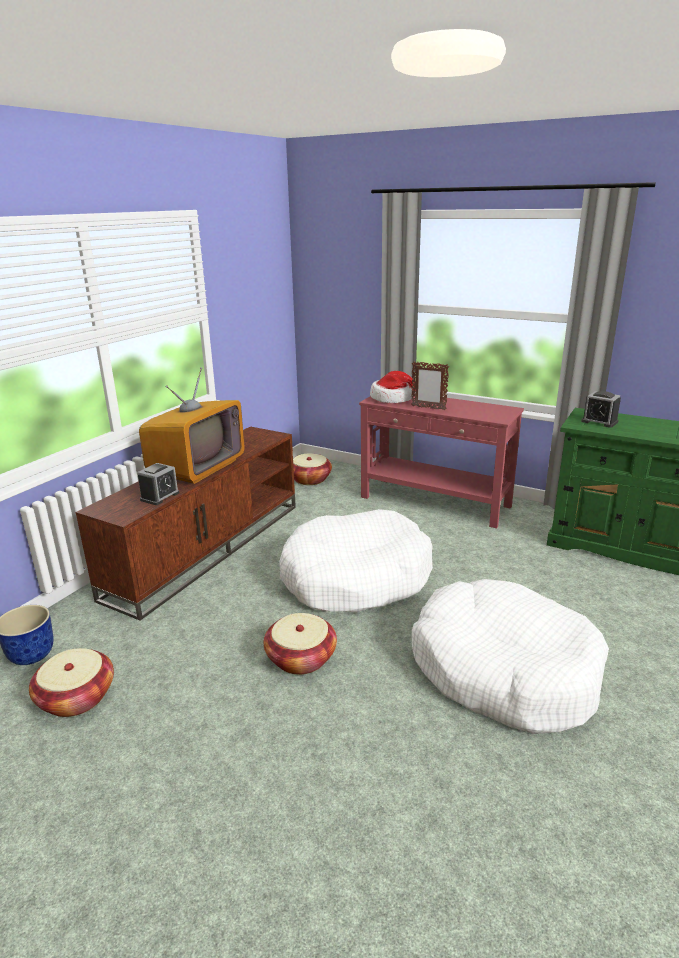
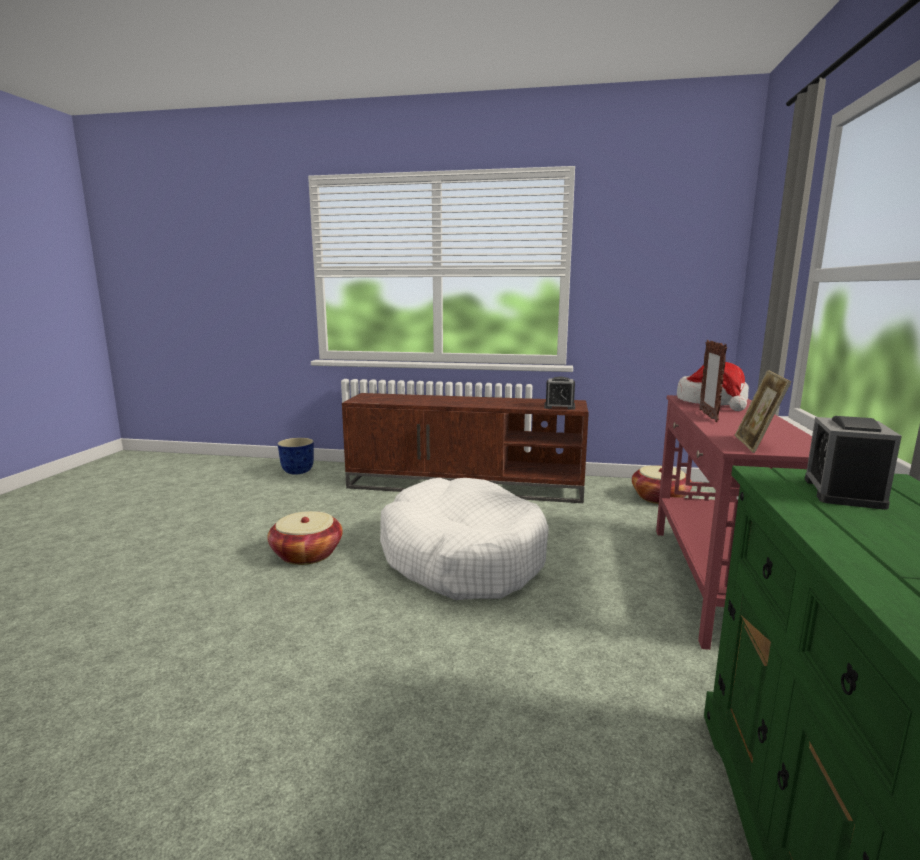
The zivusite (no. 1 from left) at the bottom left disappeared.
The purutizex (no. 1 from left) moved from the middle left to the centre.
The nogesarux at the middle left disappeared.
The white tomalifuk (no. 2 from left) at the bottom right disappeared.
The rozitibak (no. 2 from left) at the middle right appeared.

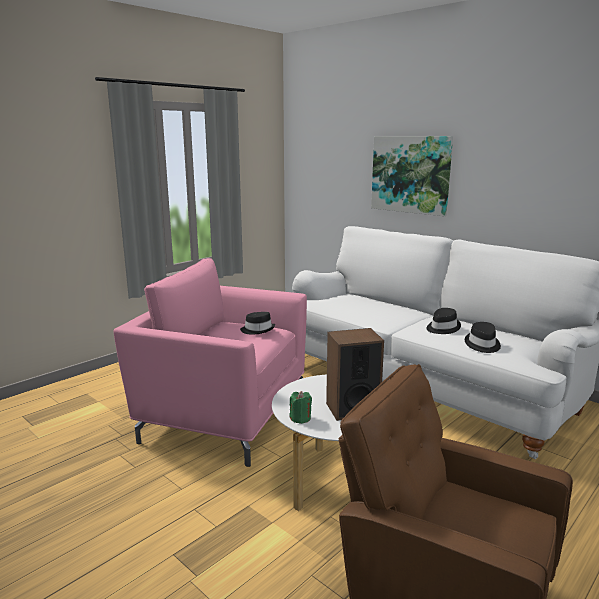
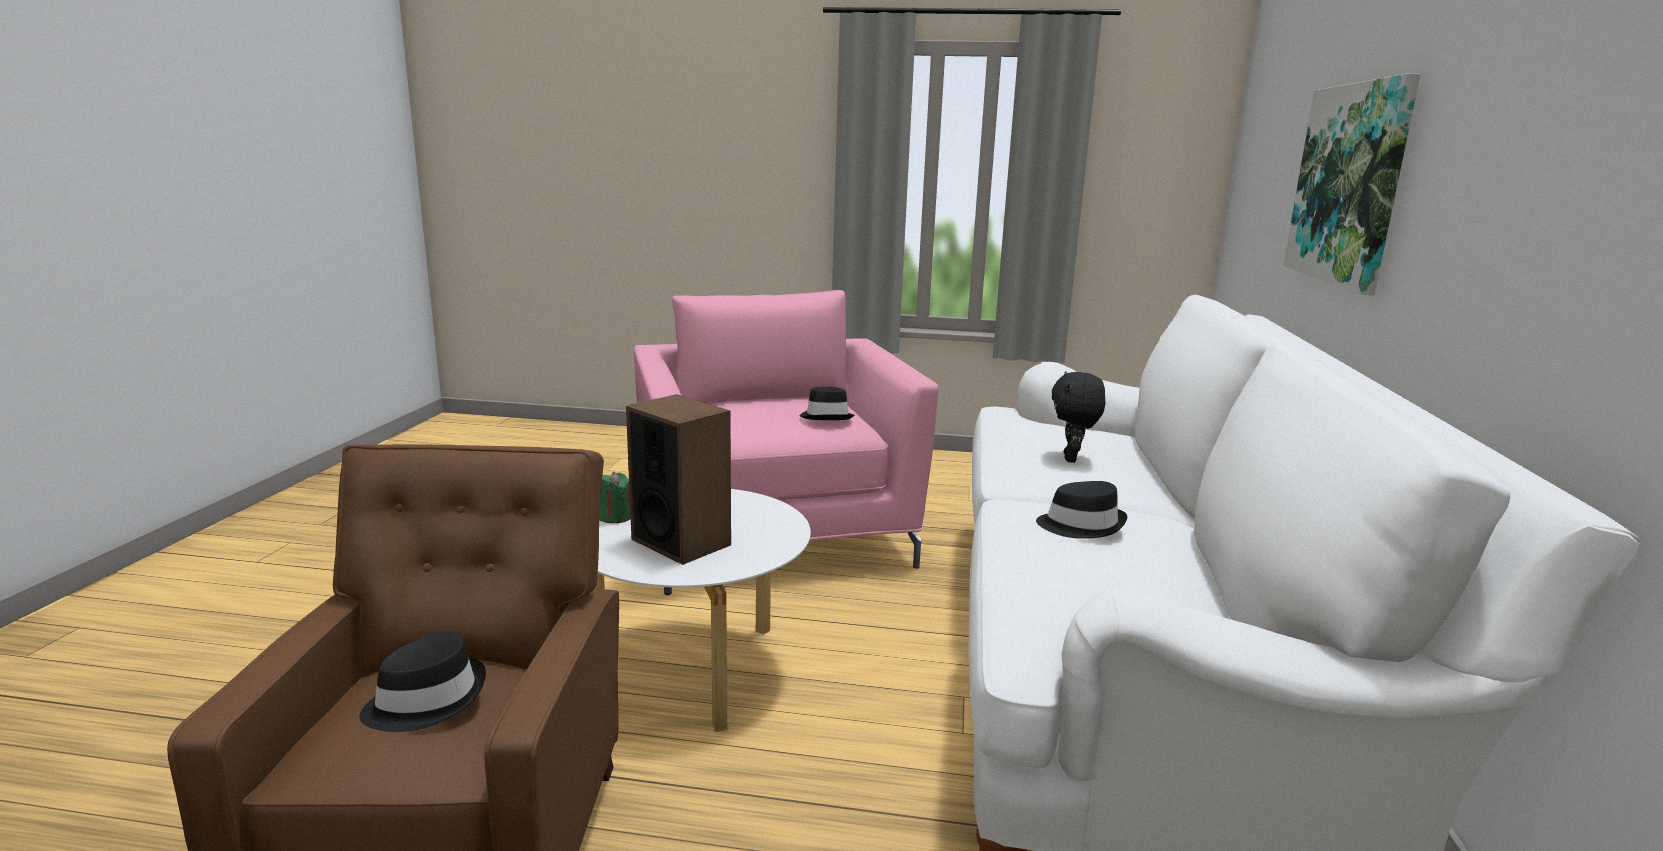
The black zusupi (no. 3 from left in the first image) moved from the middle right to the bottom left.
The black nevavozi at the centre appeared.

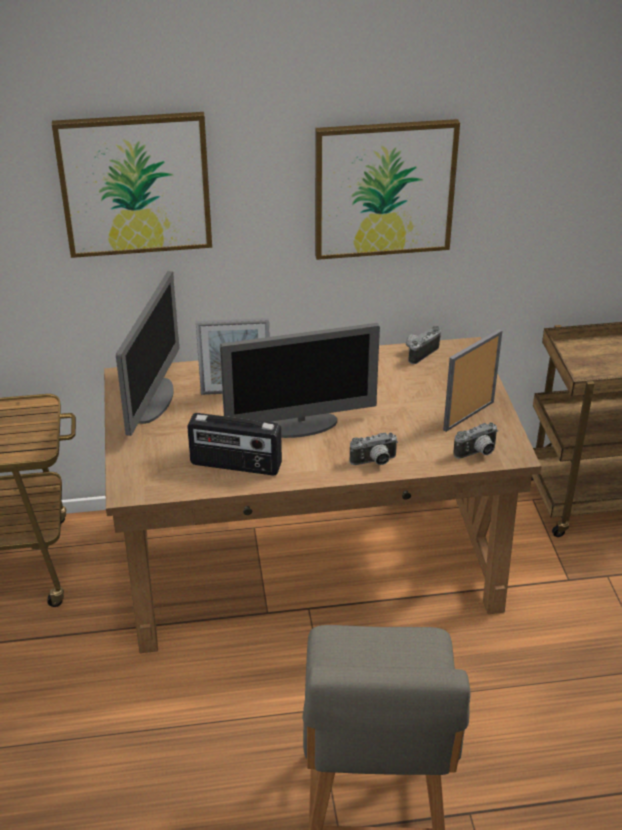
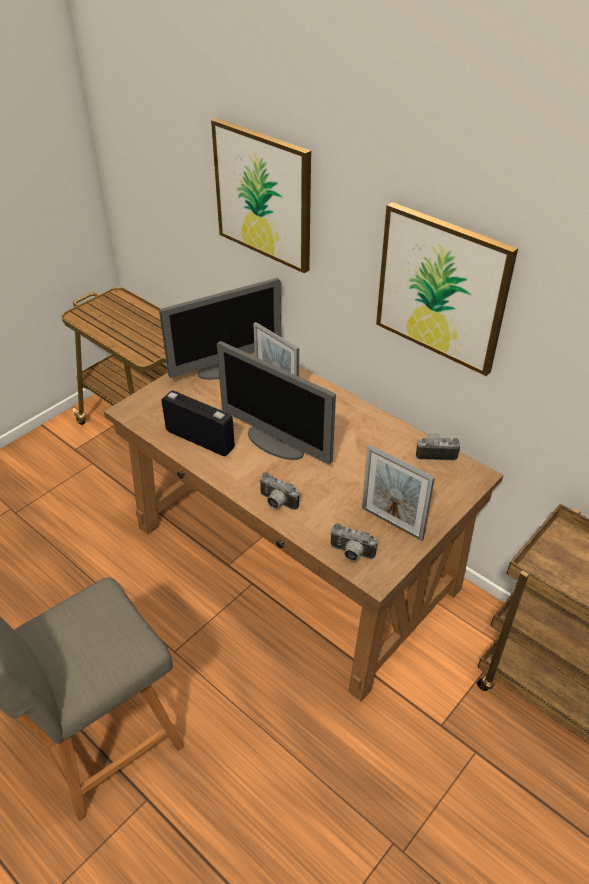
The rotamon at the centre turned 150 degrees clockwise.
The rozitibak (no. 2 from left) at the middle right turned 150 degrees counterclockwise.

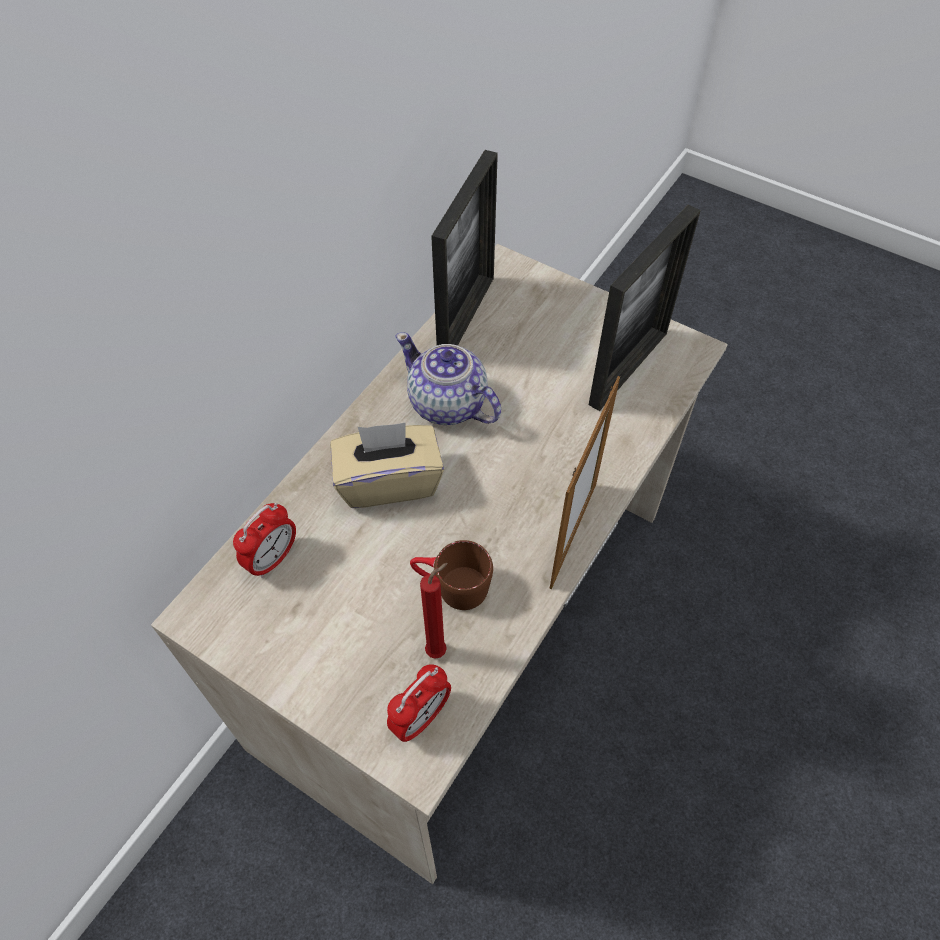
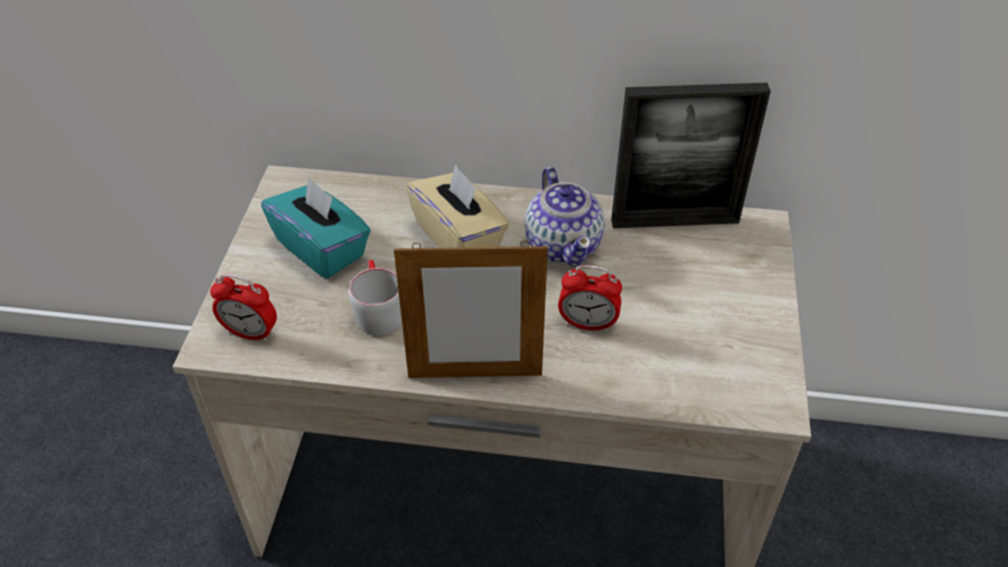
The purutizex (no. 1 from left in the first image) moved from the middle left to the centre.
The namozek at the centre turned 150 degrees clockwise.
The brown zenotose at the centre became the grey zenotose at the centre.
The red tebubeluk at the centre disappeared.
The rozitibak (no. 3 from left) at the top right disappeared.
The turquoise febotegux at the middle left appeared.

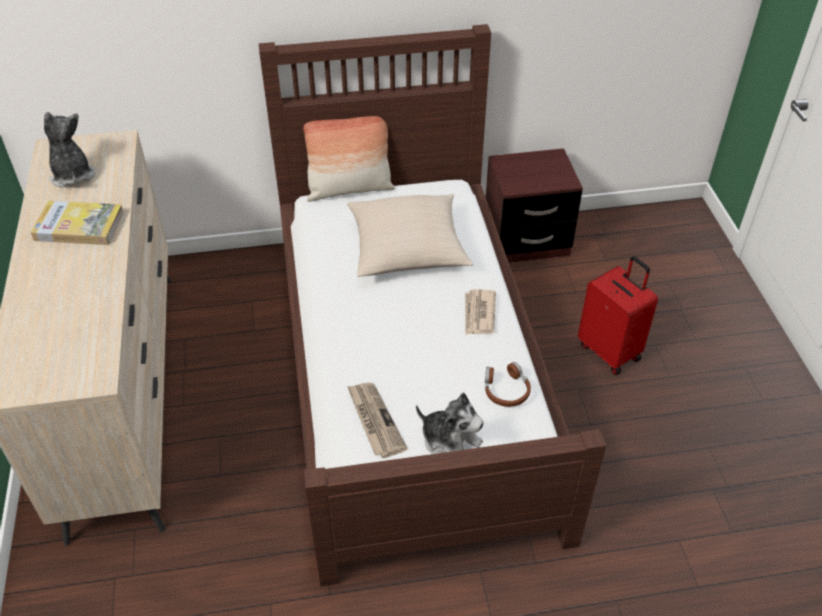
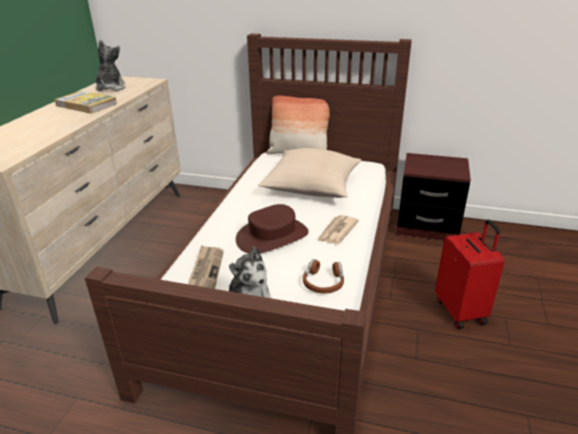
The brown zusupi at the centre appeared.

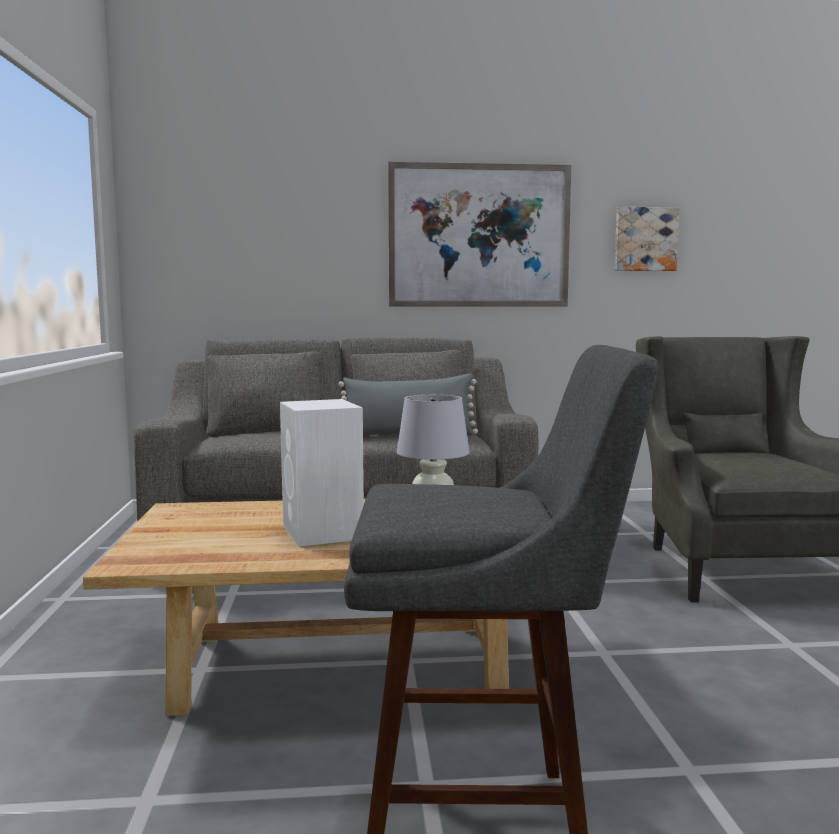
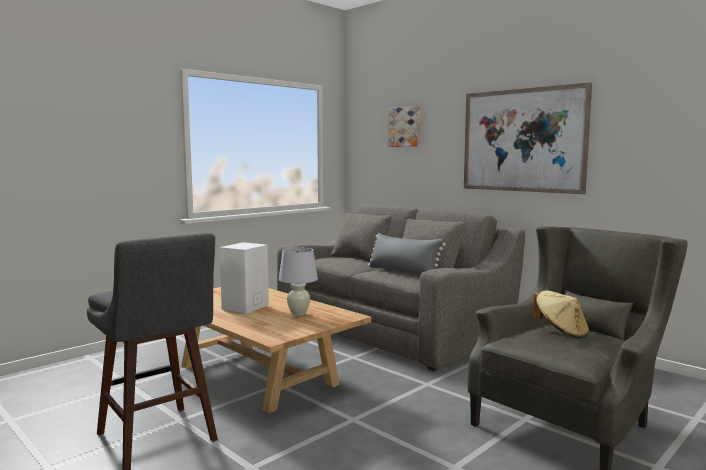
The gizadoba (no. 2 from left in the first image) moved from the top right to the top centre.
The beige zusupi at the bottom right appeared.

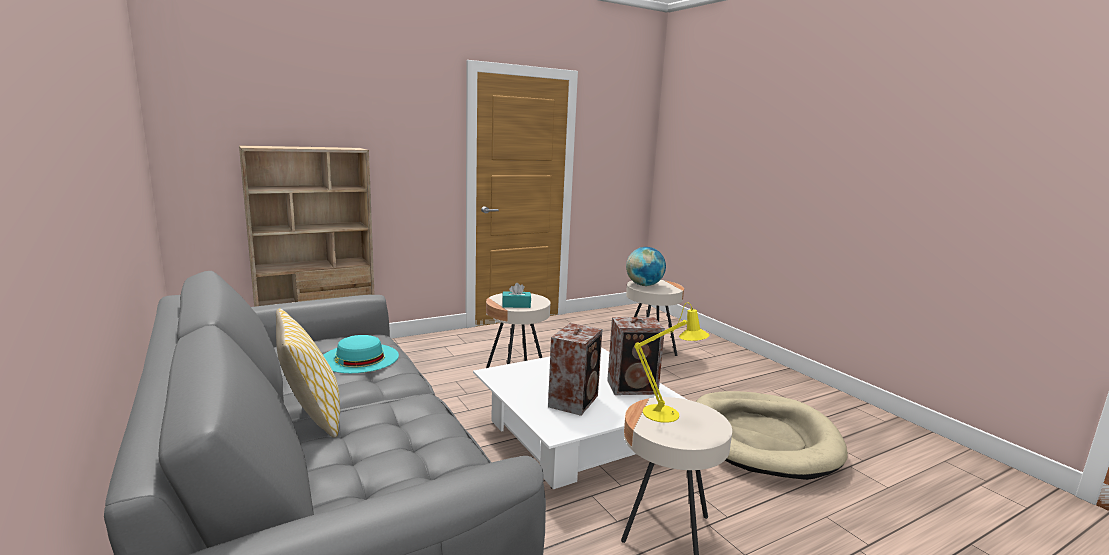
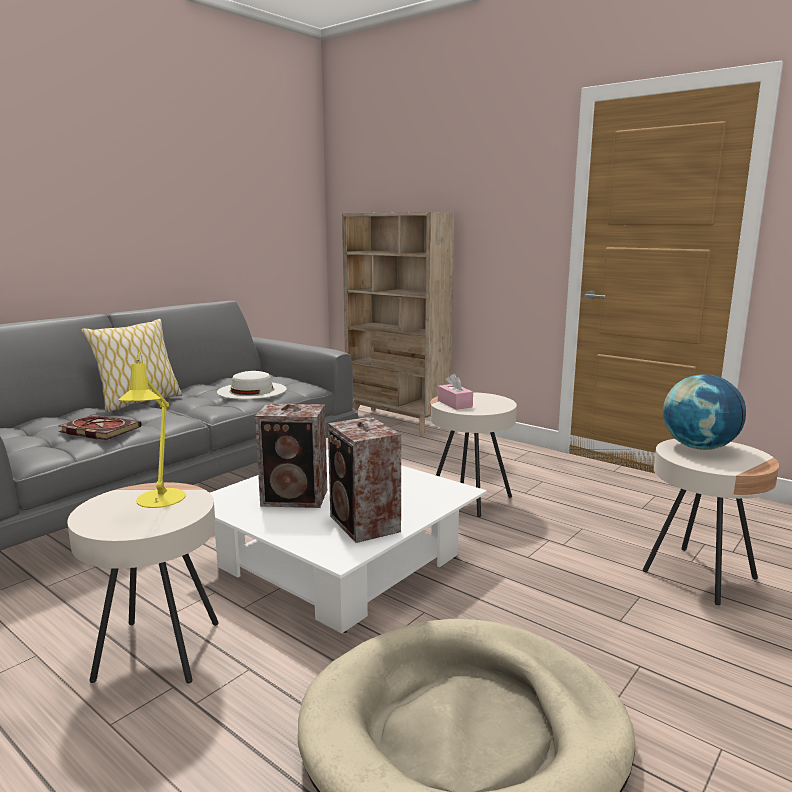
The turquoise zusupi at the middle left became the white zusupi at the middle left.
The turquoise febotegux at the centre became the pink febotegux at the centre.
The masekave at the middle left appeared.

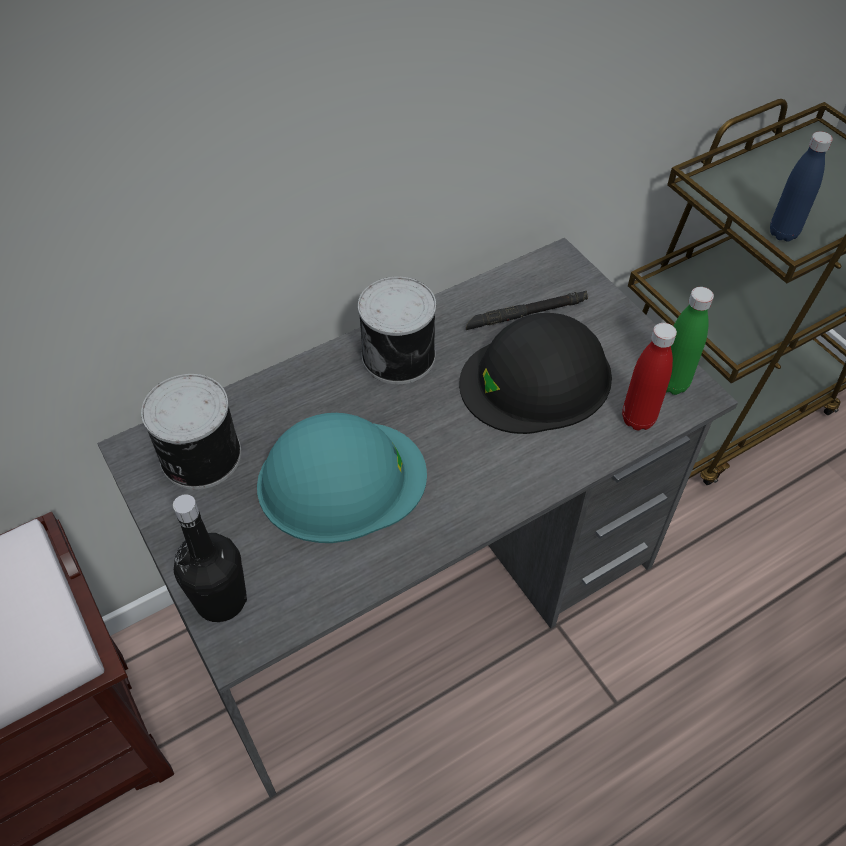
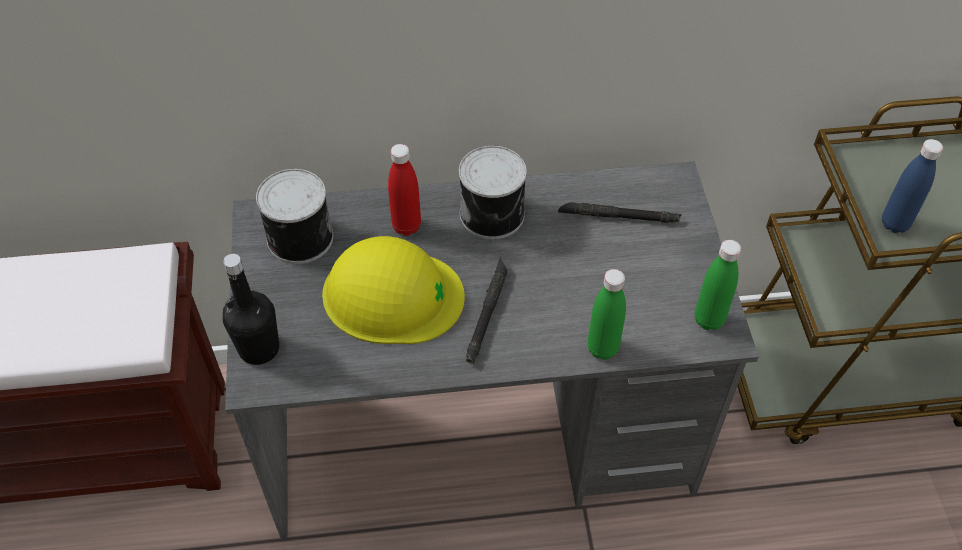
The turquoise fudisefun at the centre became the yellow fudisefun at the centre.
The black fudisefun at the centre disappeared.
The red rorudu moved from the middle right to the centre.
The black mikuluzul (no. 1 from left) at the centre appeared.
The green rorudu (no. 1 from left) at the centre appeared.

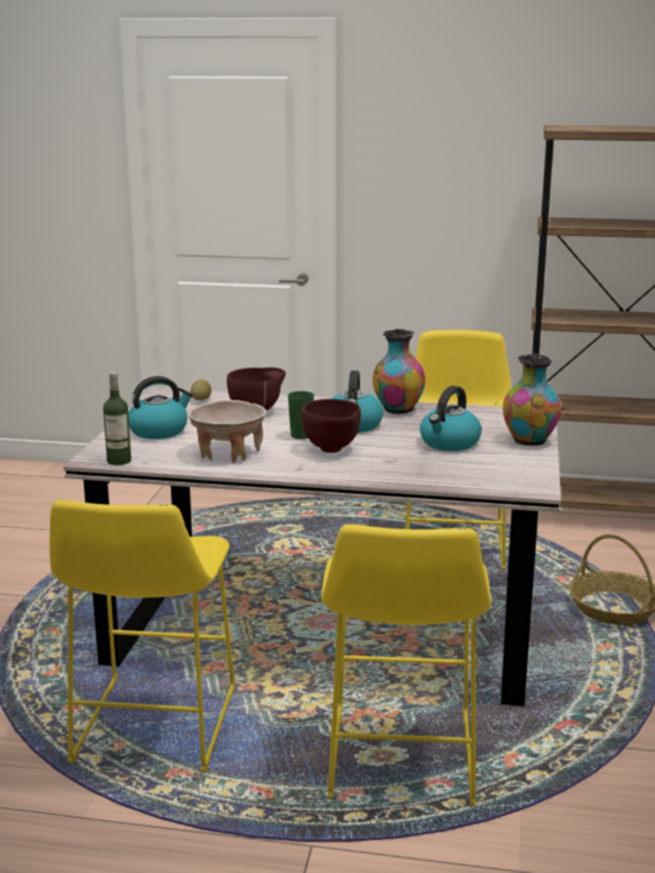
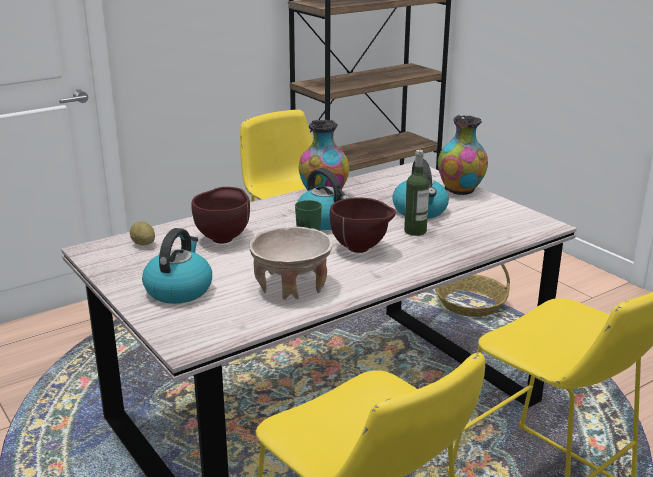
The rorudu moved from the middle left to the centre.

